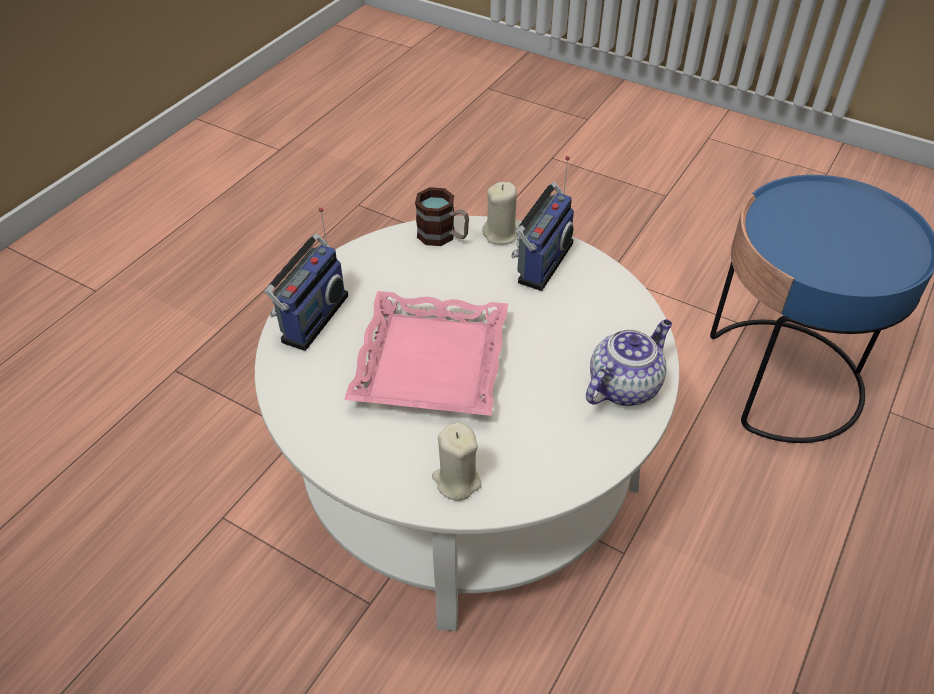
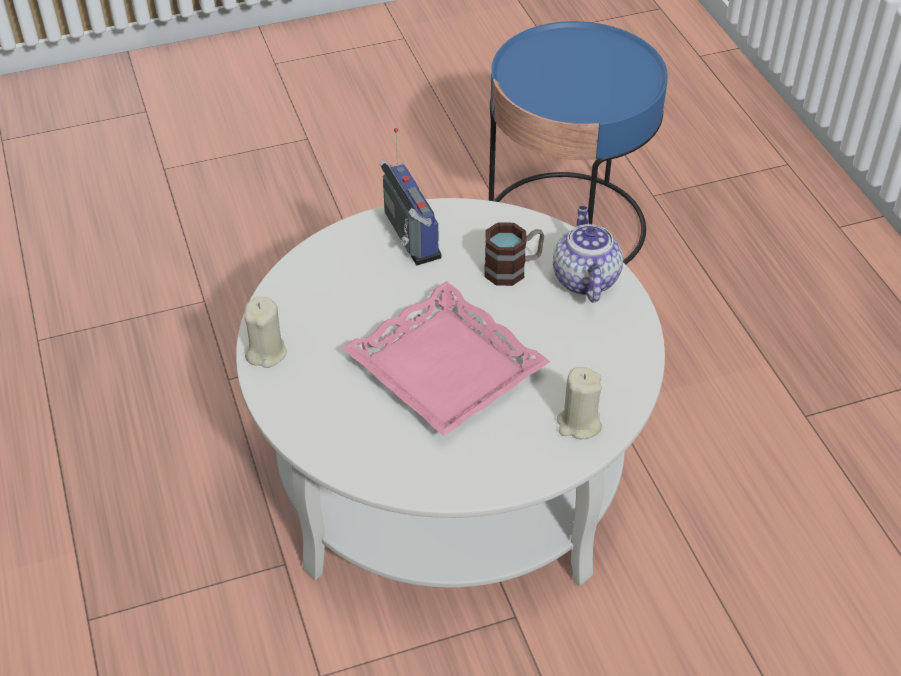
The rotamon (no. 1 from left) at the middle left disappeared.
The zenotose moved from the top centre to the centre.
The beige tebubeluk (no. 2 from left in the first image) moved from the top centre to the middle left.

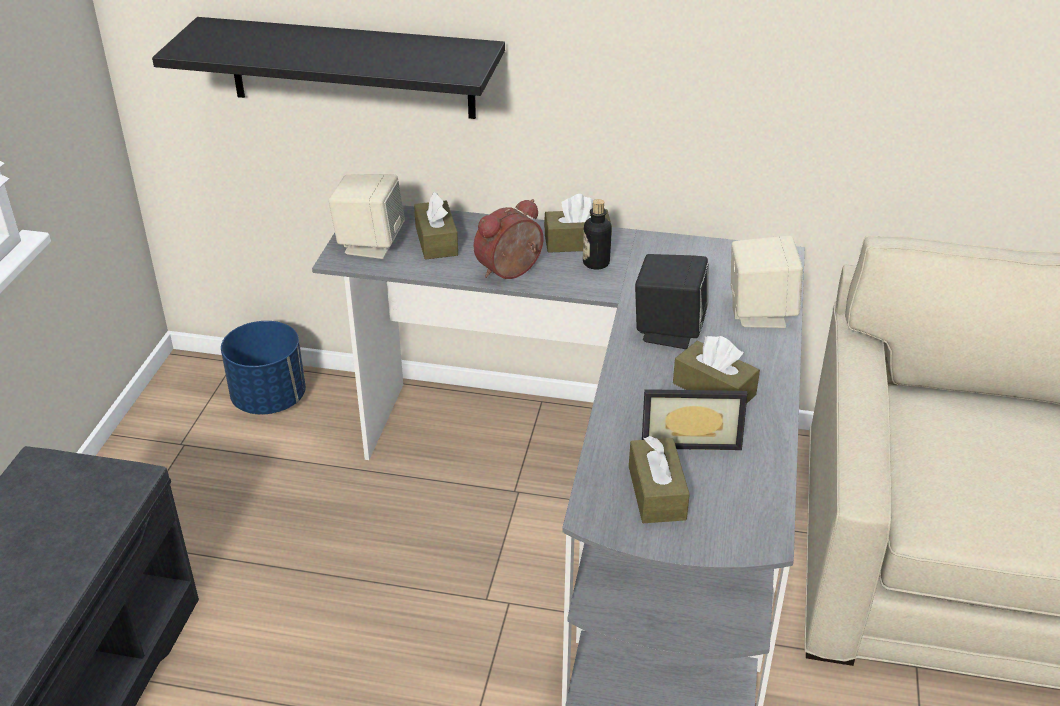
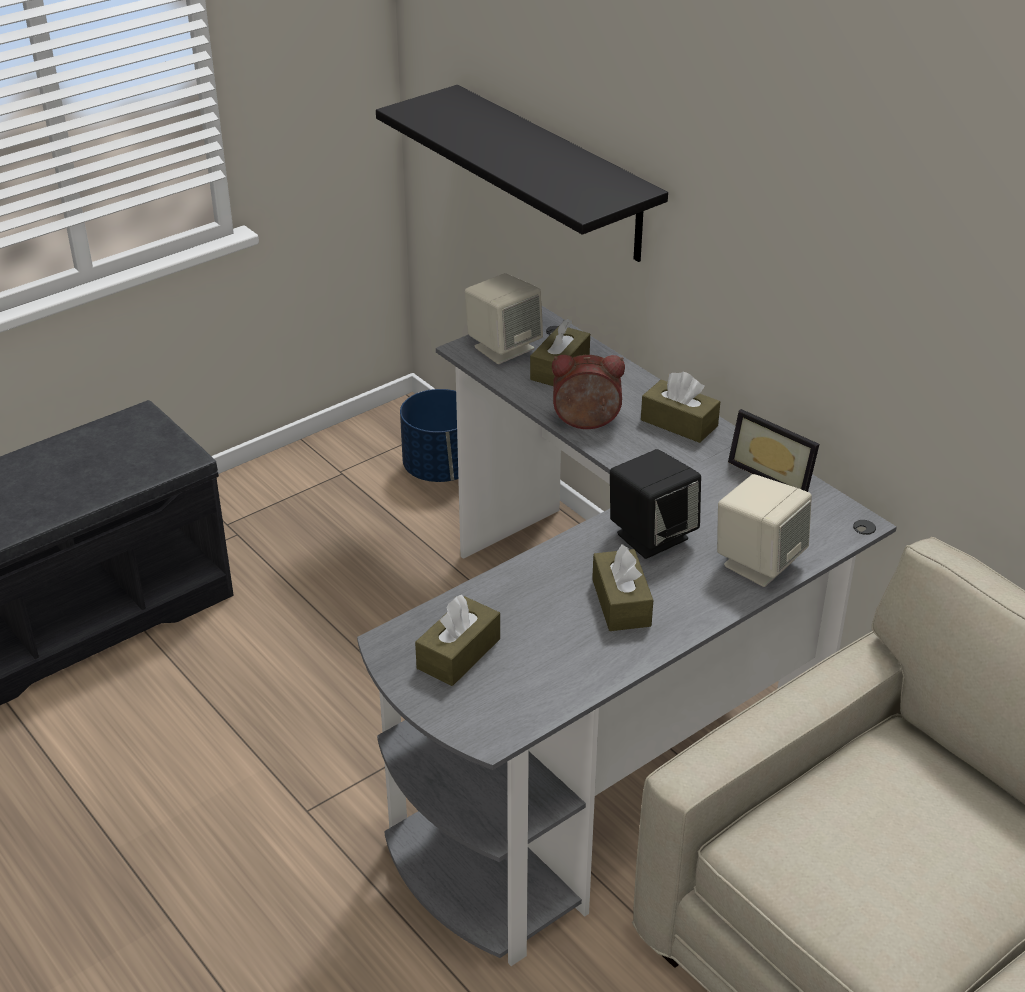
The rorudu at the top centre disappeared.
The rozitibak moved from the centre to the middle right.

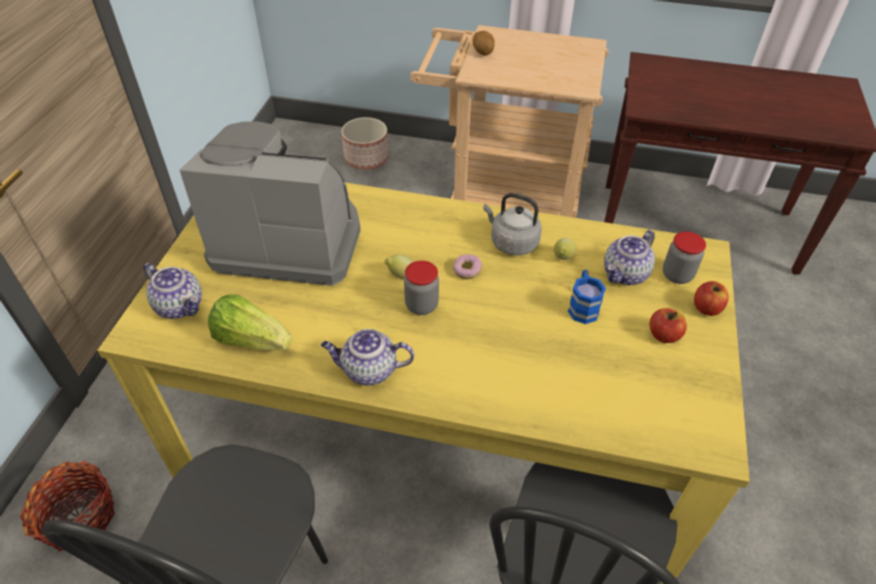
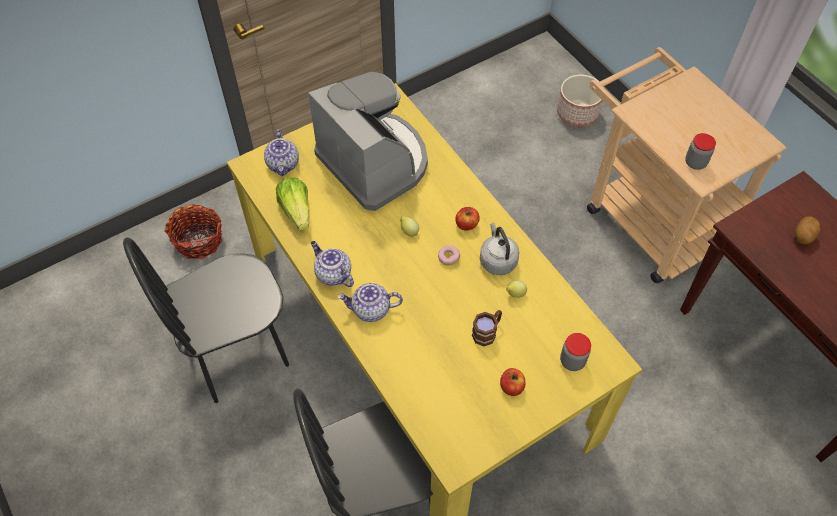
The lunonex (no. 1 from left in the first image) moved from the centre to the top right.
The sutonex moved from the top centre to the middle right.
The blue zenotose at the middle right became the brown zenotose at the centre.
The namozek (no. 3 from left) moved from the middle right to the centre.
The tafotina (no. 2 from left in the first image) moved from the middle right to the centre.

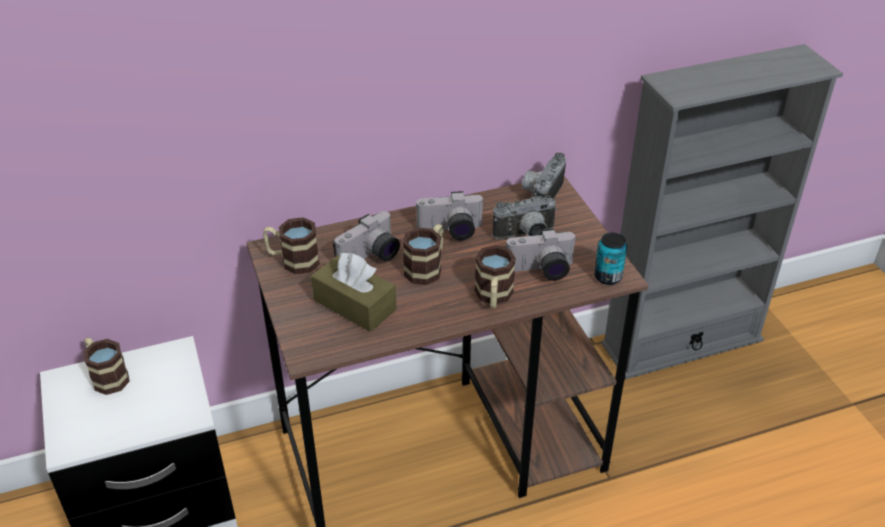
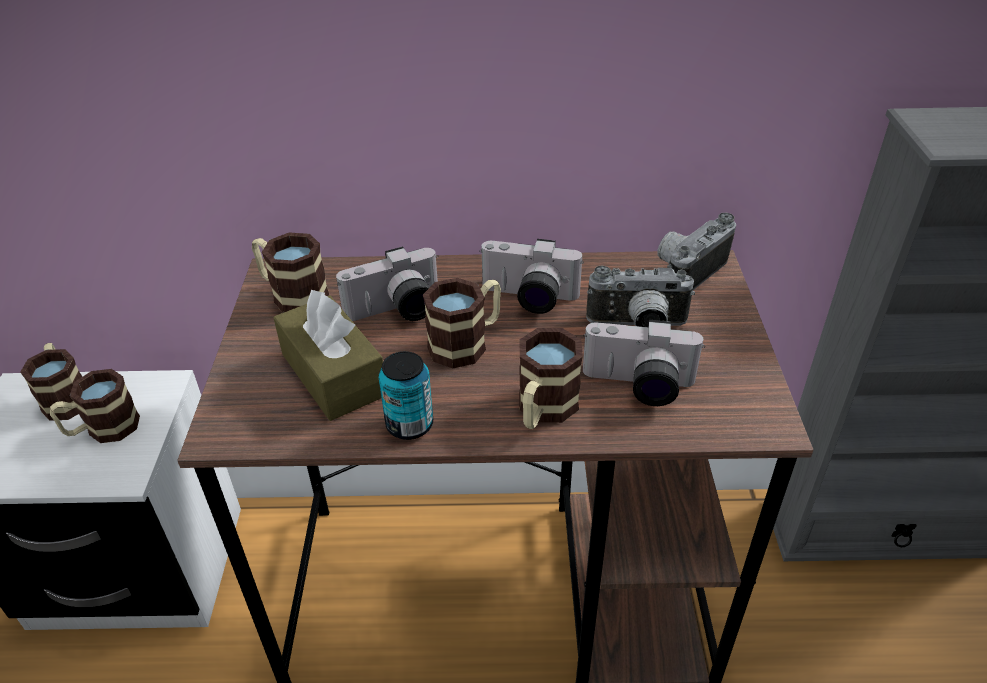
The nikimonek moved from the middle right to the centre.
The zenotose (no. 2 from left) at the middle left appeared.

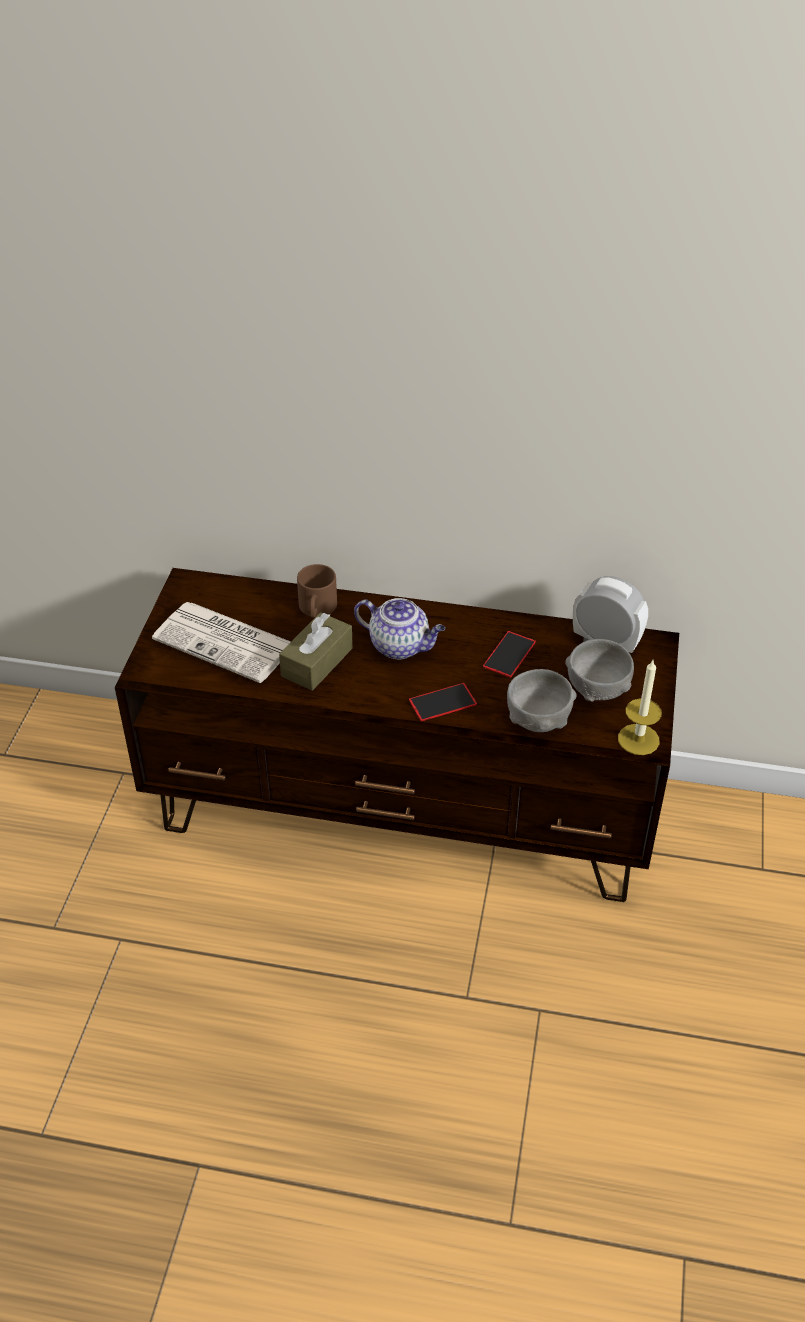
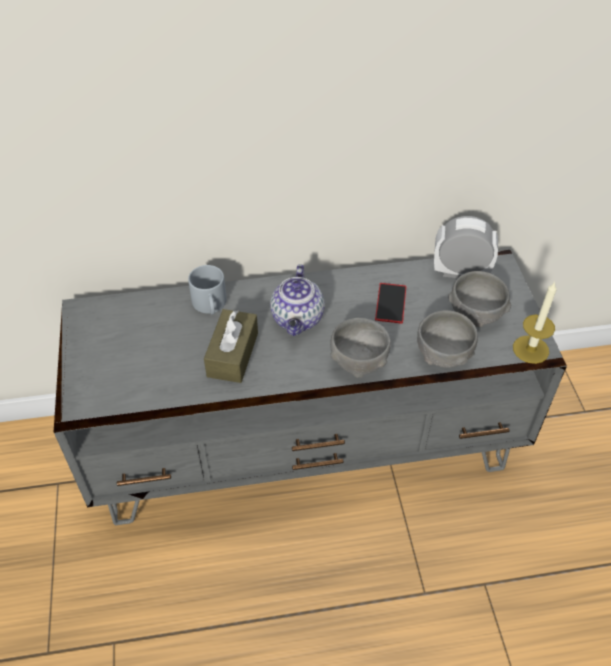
The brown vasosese at the centre became the grey vasosese at the centre.
The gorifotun at the middle left disappeared.
The brown zenotose at the centre became the grey zenotose at the centre.
The namozek at the centre turned 90 degrees clockwise.
The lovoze (no. 1 from left) at the centre was replaced by the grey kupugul (no. 1 from left) at the centre.

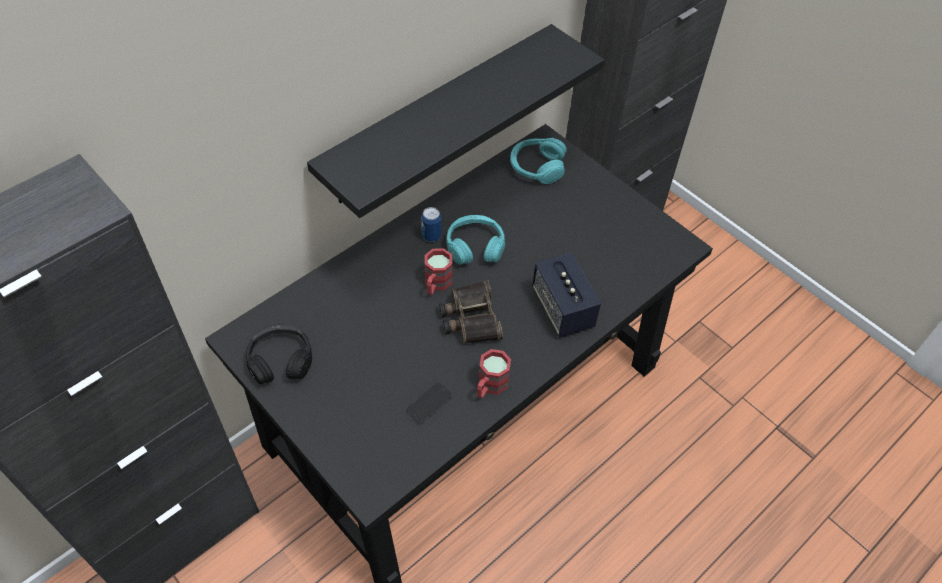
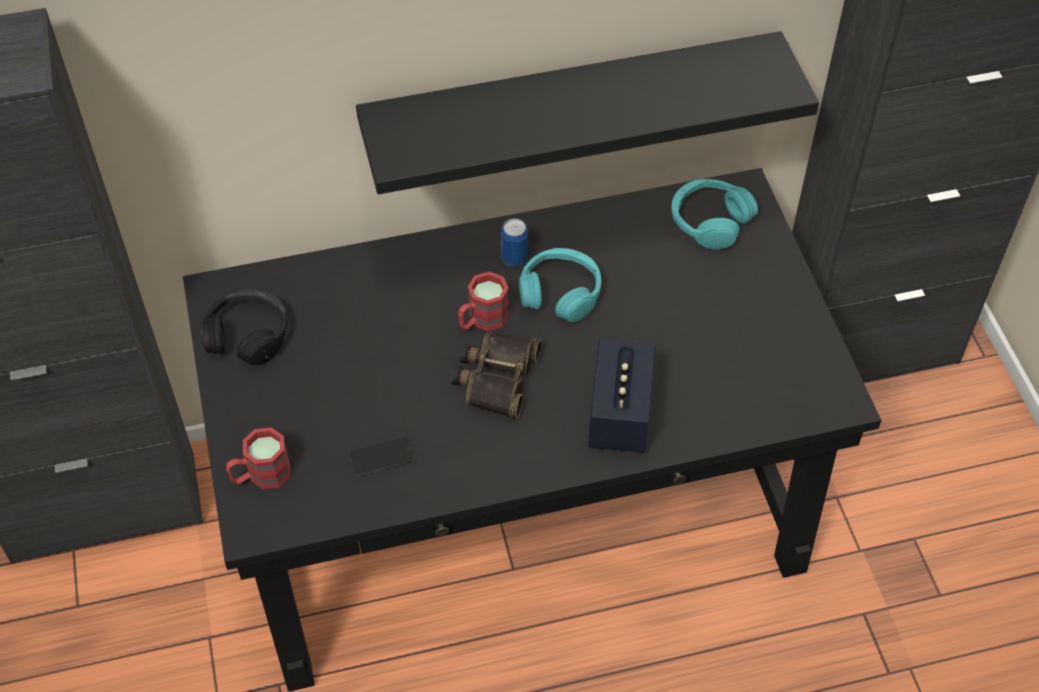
The red zenotose (no. 2 from left in the first image) moved from the centre to the middle left.

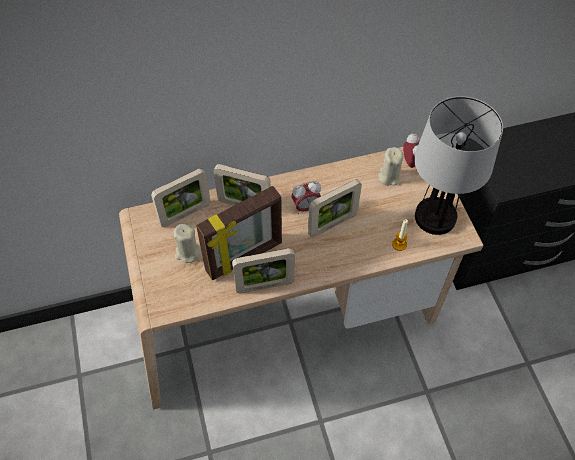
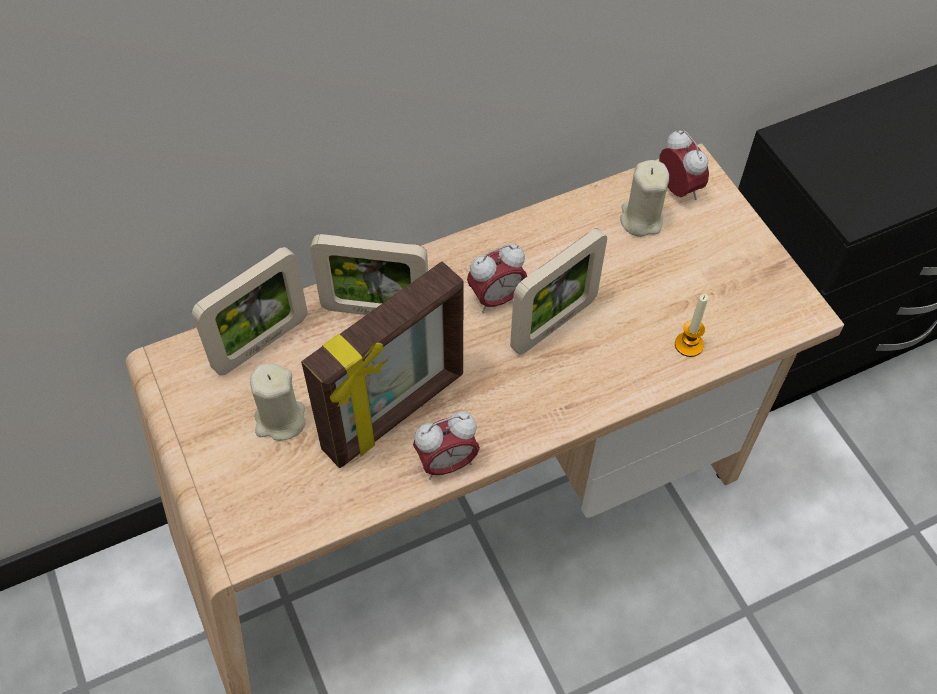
The rozitibak (no. 4 from left) at the centre was replaced by the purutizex (no. 1 from left) at the centre.
The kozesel at the middle right disappeared.

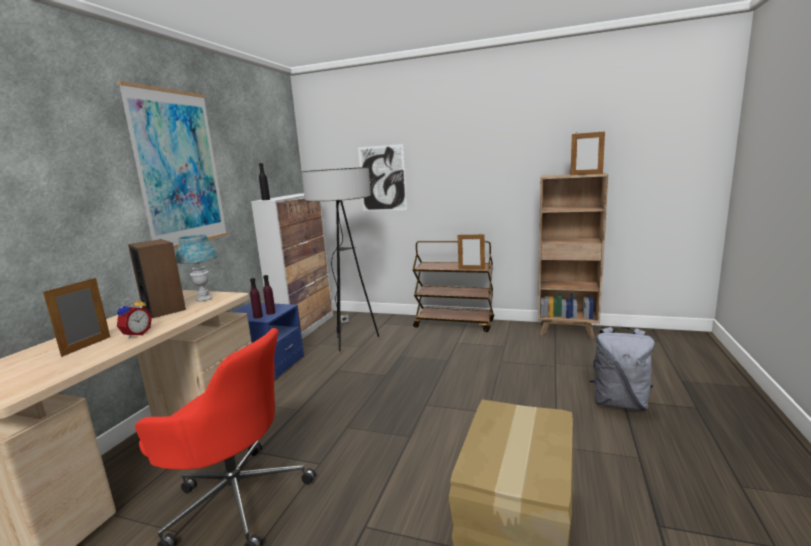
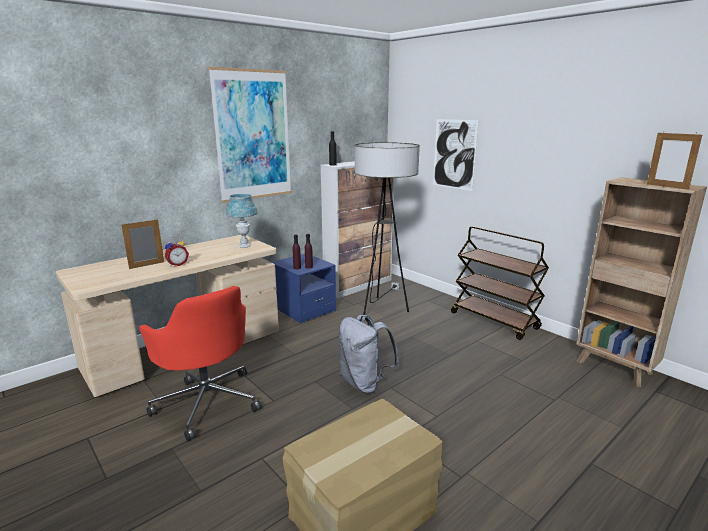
The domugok at the middle left disappeared.
The rozitibak (no. 2 from left) at the centre disappeared.
The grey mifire moved from the bottom right to the bottom centre.

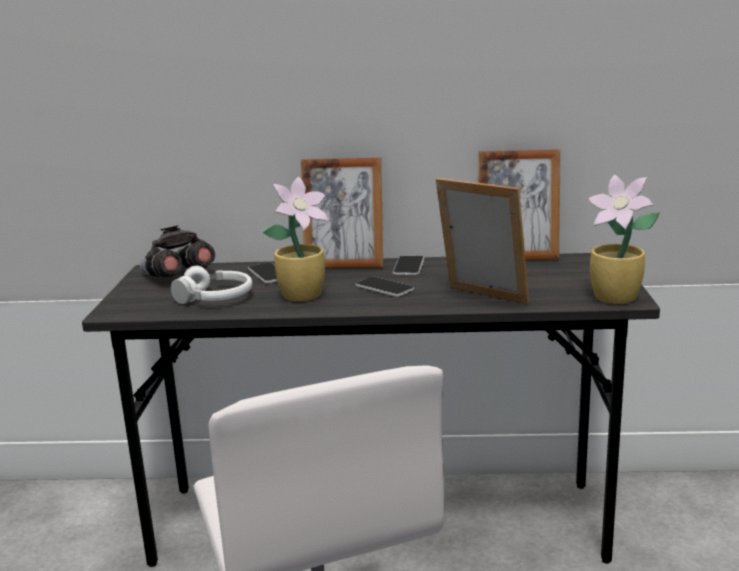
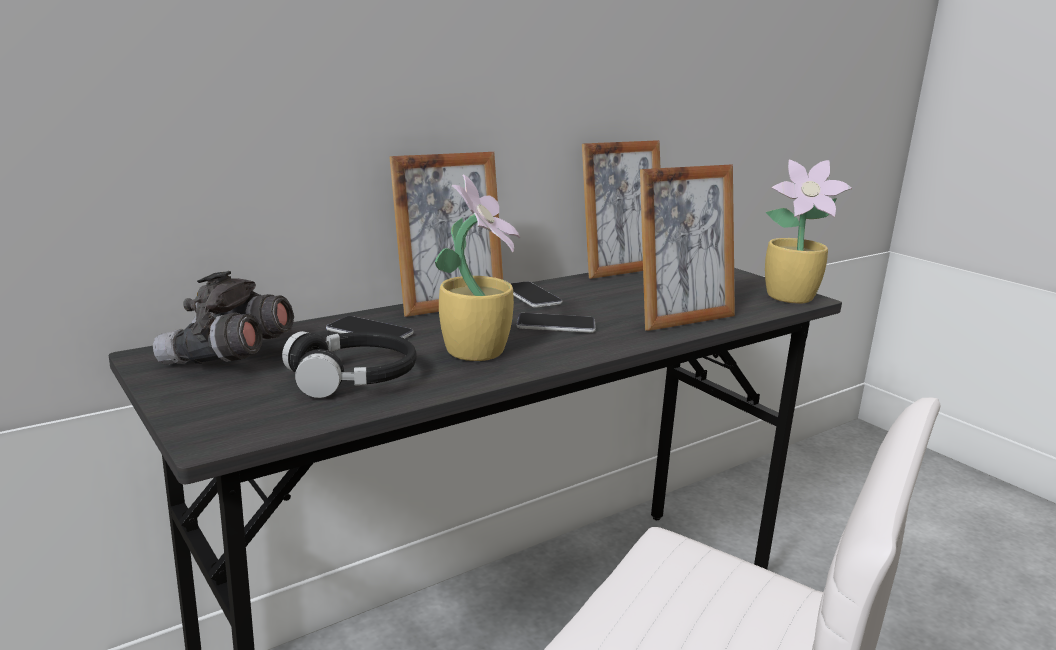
The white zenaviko at the middle left became the black zenaviko at the middle left.
The rozitibak (no. 2 from left in the first image) at the centre turned 150 degrees clockwise.

